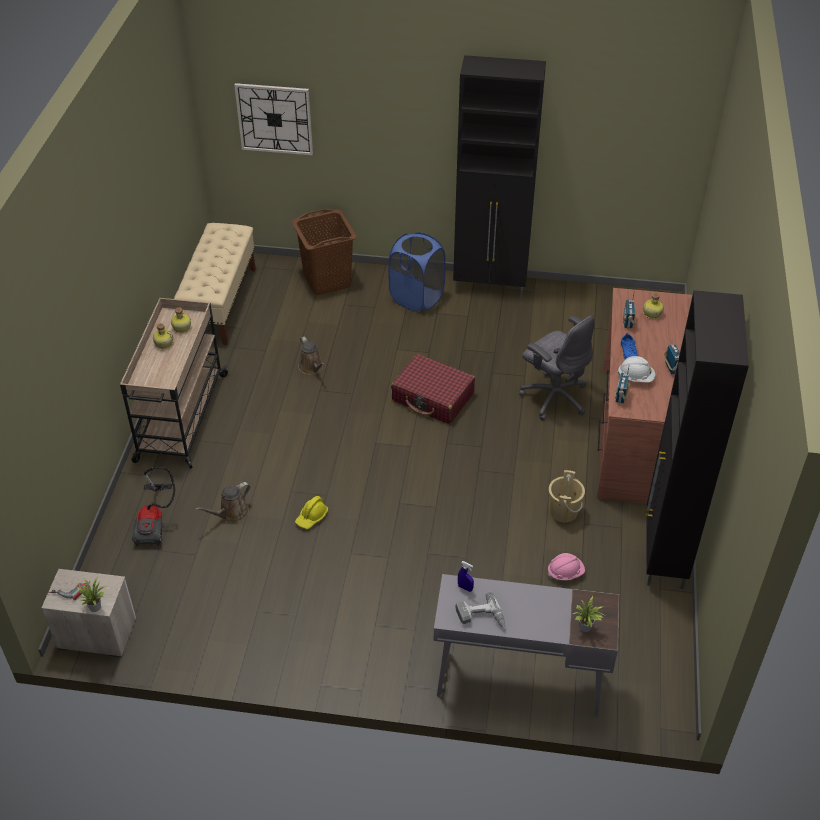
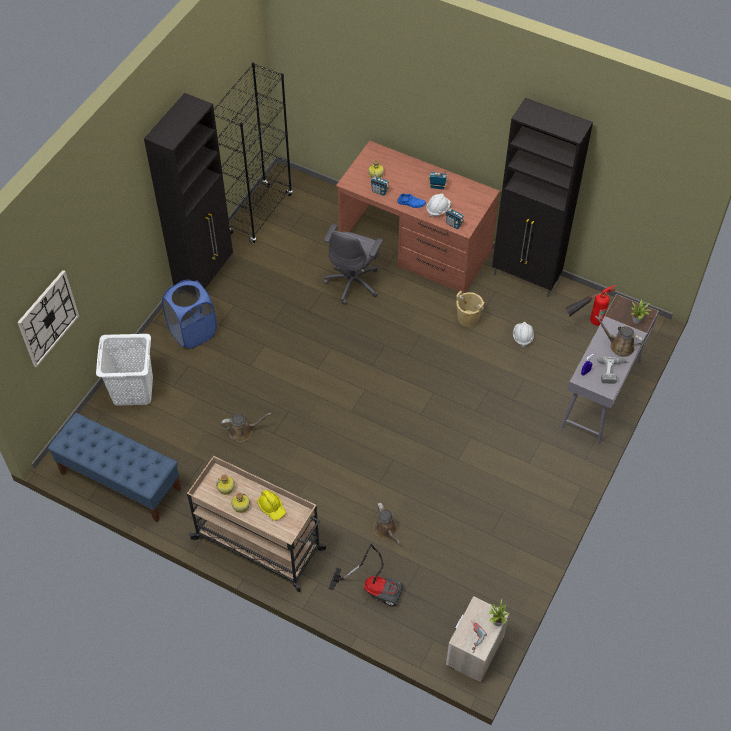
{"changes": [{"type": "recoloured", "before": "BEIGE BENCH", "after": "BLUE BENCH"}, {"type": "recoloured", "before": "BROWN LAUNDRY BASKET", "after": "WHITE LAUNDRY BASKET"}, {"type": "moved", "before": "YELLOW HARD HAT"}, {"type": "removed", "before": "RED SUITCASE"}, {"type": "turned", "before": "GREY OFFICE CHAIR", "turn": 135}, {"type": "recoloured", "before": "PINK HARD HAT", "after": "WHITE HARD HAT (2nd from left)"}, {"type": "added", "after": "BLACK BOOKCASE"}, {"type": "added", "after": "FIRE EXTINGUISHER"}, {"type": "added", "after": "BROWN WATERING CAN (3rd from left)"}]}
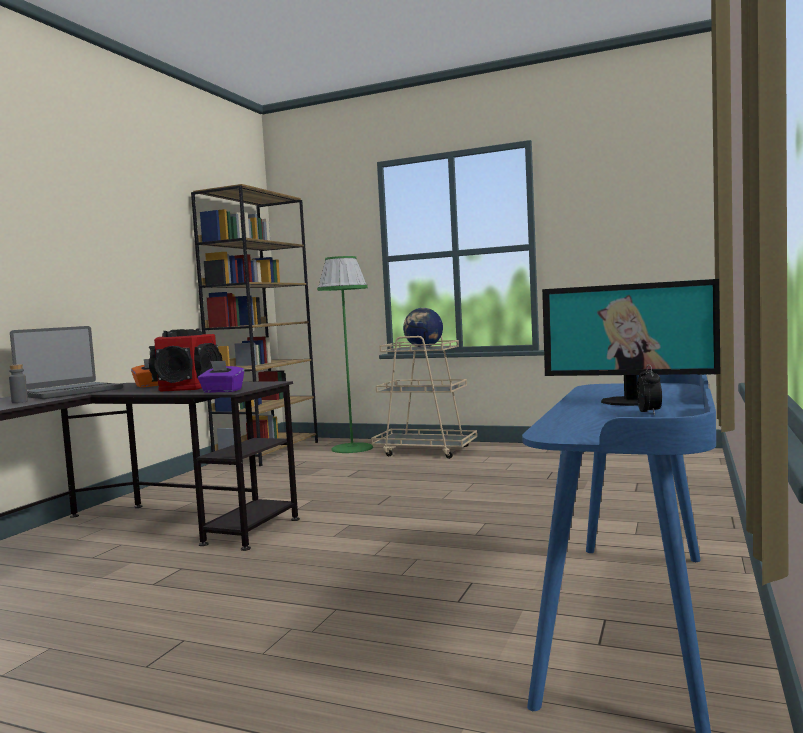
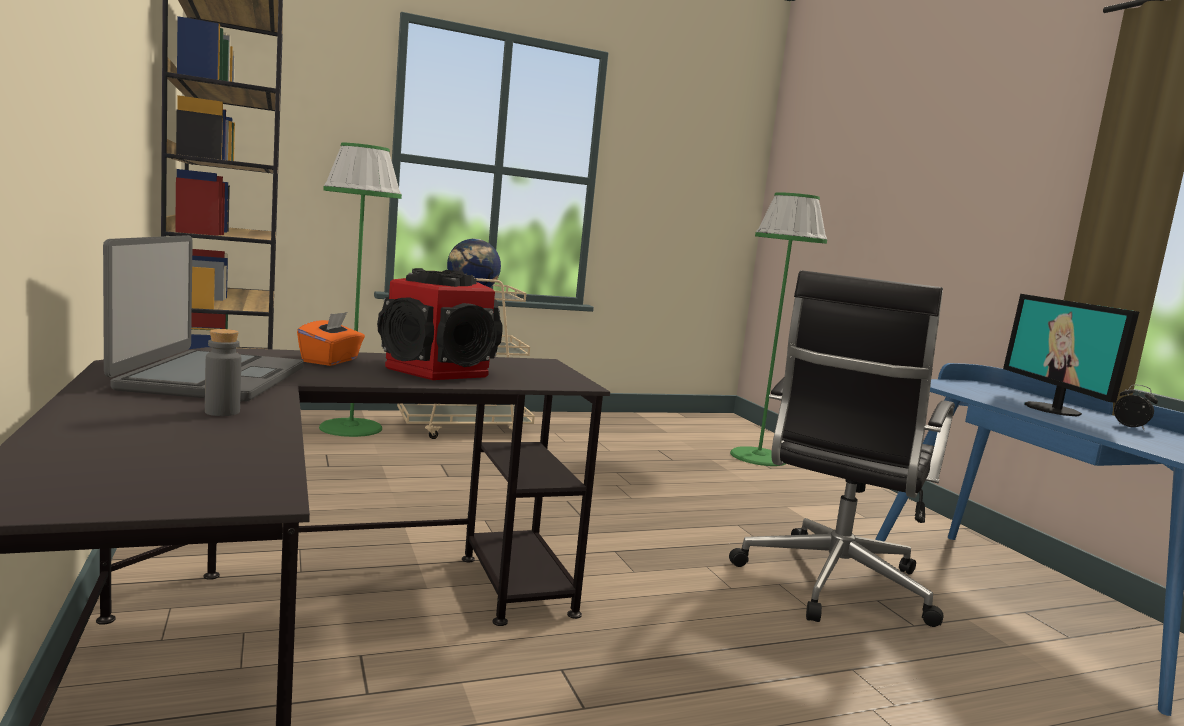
{"changes": [{"type": "removed", "before": "PURPLE TISSUE BOX"}, {"type": "turned", "before": "MONITOR", "turn": 105}, {"type": "added", "after": "BLACK OFFICE CHAIR"}, {"type": "added", "after": "GREEN FLOOR LAMP (2nd from left)"}]}
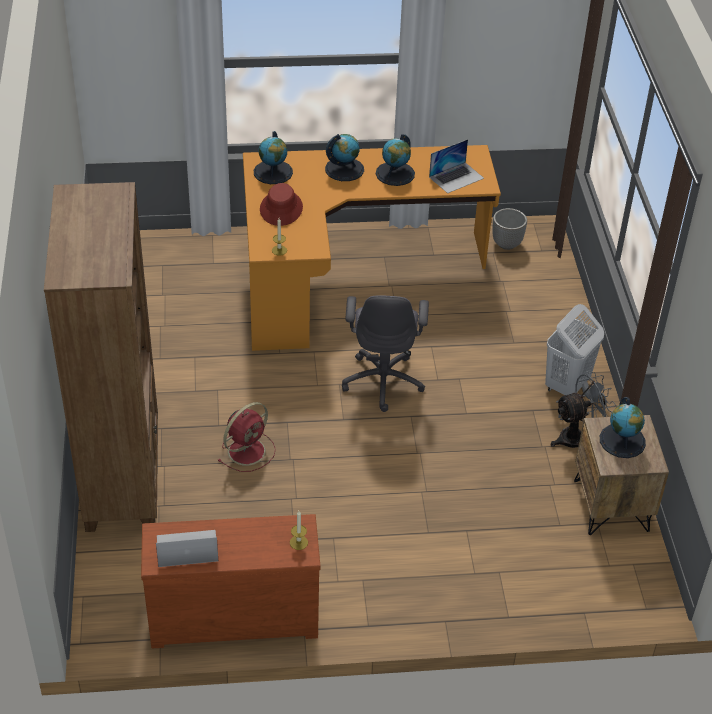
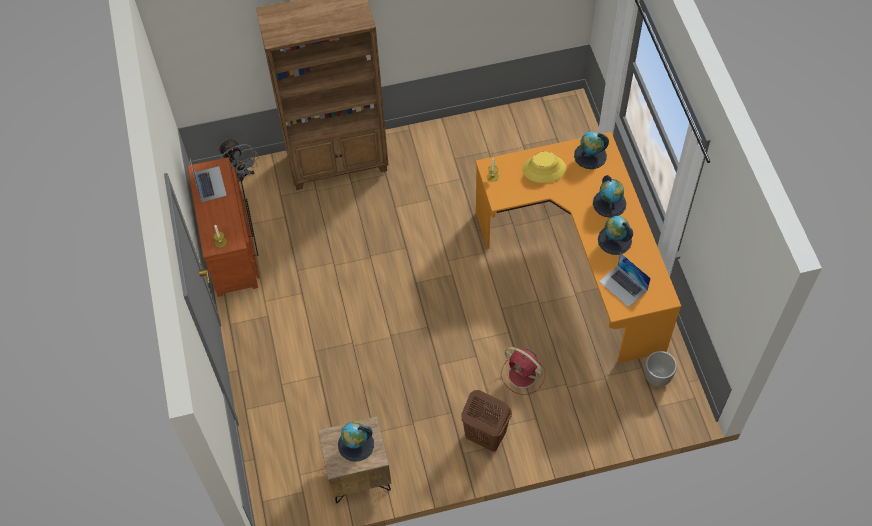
{"changes": [{"type": "moved", "before": "RED FAN"}, {"type": "recoloured", "before": "RED HAT", "after": "YELLOW HAT"}, {"type": "removed", "before": "GREY OFFICE CHAIR"}, {"type": "recoloured", "before": "WHITE LAUNDRY BASKET", "after": "BROWN LAUNDRY BASKET"}, {"type": "moved", "before": "GREY FAN"}]}
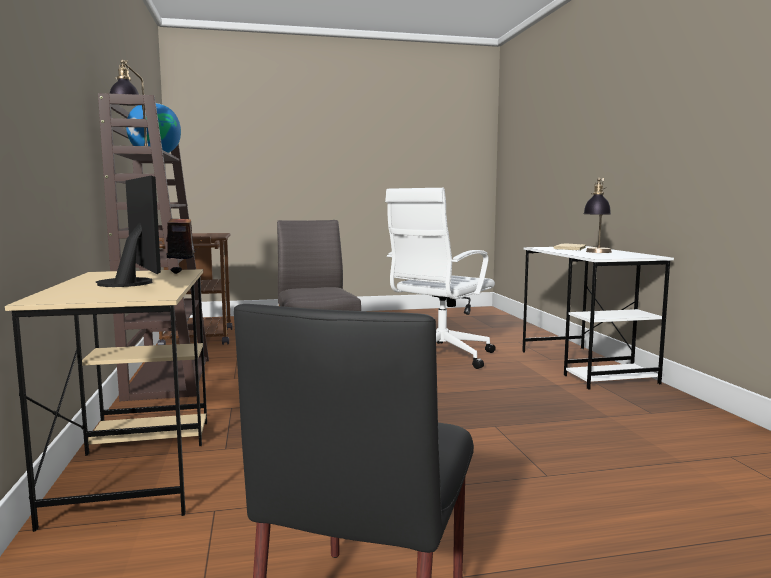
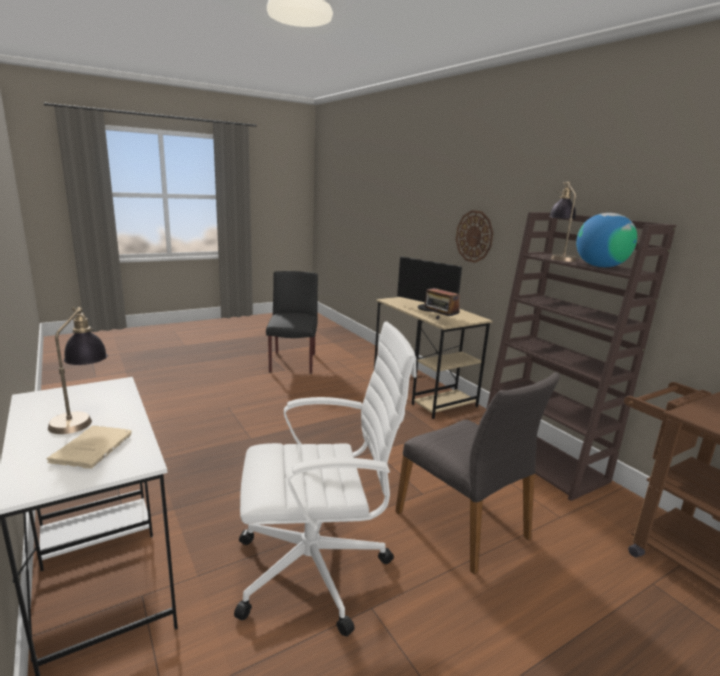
{"changes": [{"type": "turned", "before": "WHITE OFFICE CHAIR", "turn": 60}, {"type": "added", "after": "WALL CLOCK"}]}
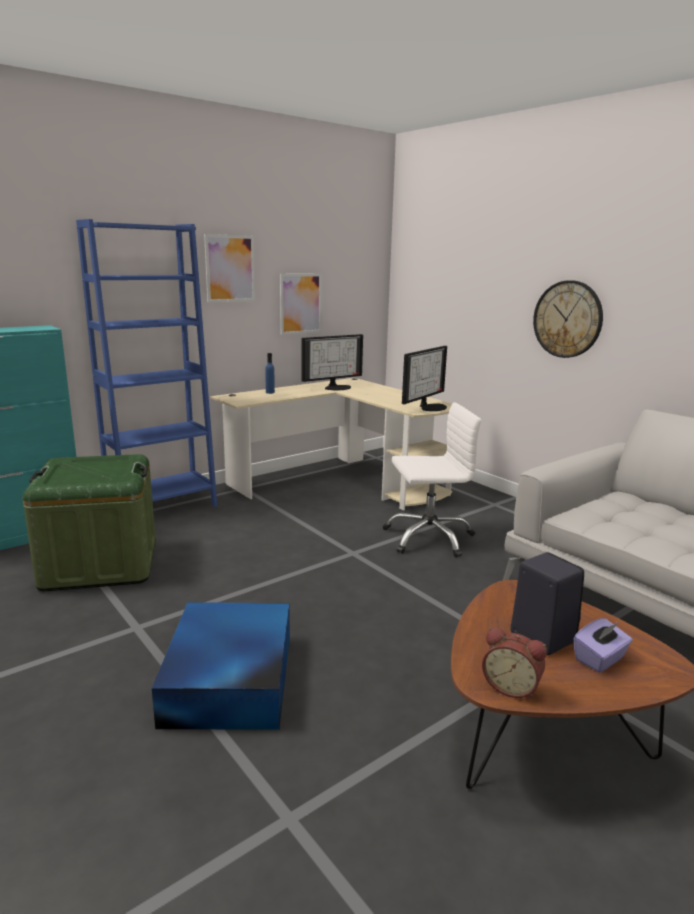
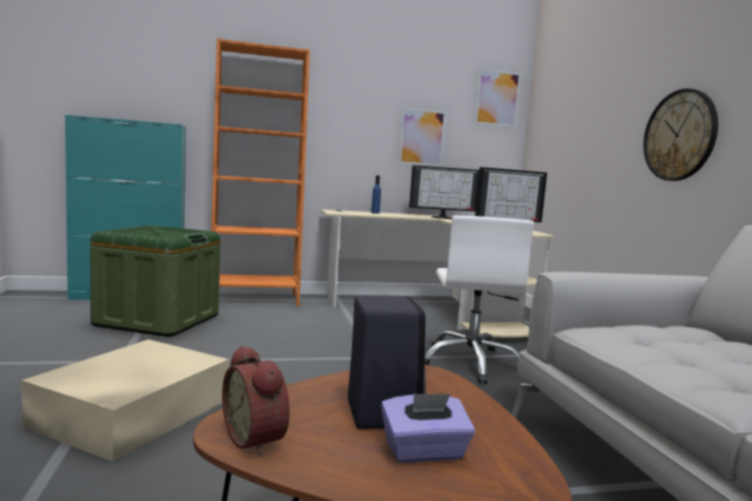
{"changes": [{"type": "recoloured", "before": "BLUE BOOKCASE", "after": "ORANGE BOOKCASE"}, {"type": "recoloured", "before": "BLUE STORAGE BOX", "after": "BEIGE STORAGE BOX"}, {"type": "moved", "before": "PICTURE (1st from left in the first image)", "after": "PICTURE (2nd from left)"}, {"type": "turned", "before": "WHITE OFFICE CHAIR", "turn": 75}]}
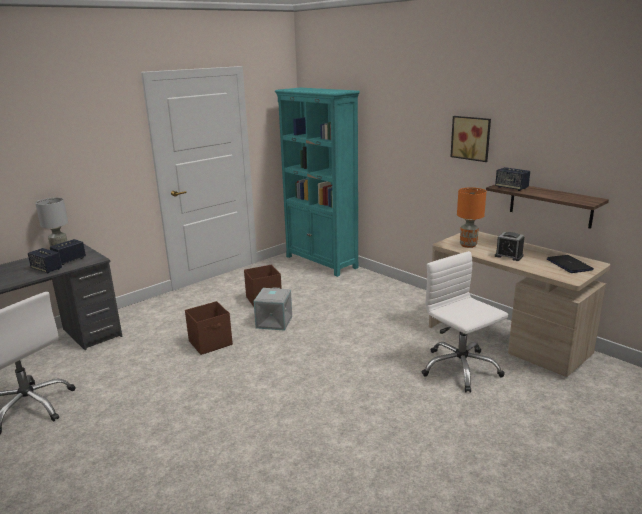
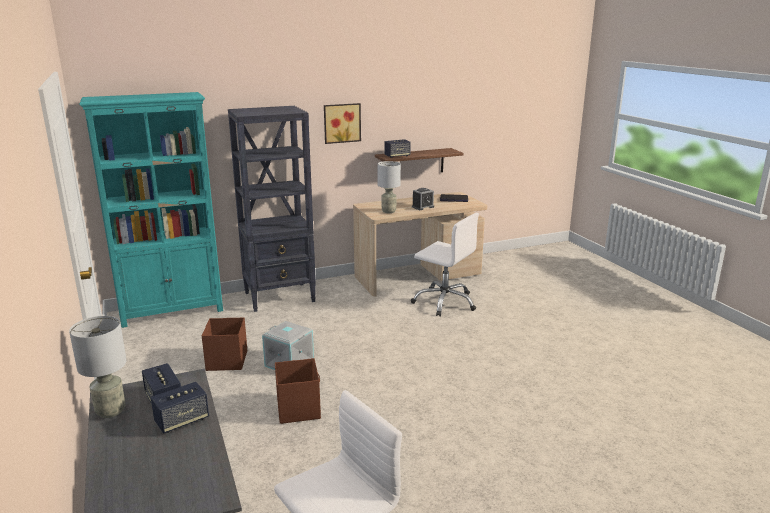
{"changes": [{"type": "turned", "before": "WHITE OFFICE CHAIR (2nd from left)", "turn": -135}, {"type": "recoloured", "before": "ORANGE TABLE LAMP", "after": "GREY TABLE LAMP (2nd from left)"}, {"type": "added", "after": "BLACK BOOKCASE"}]}
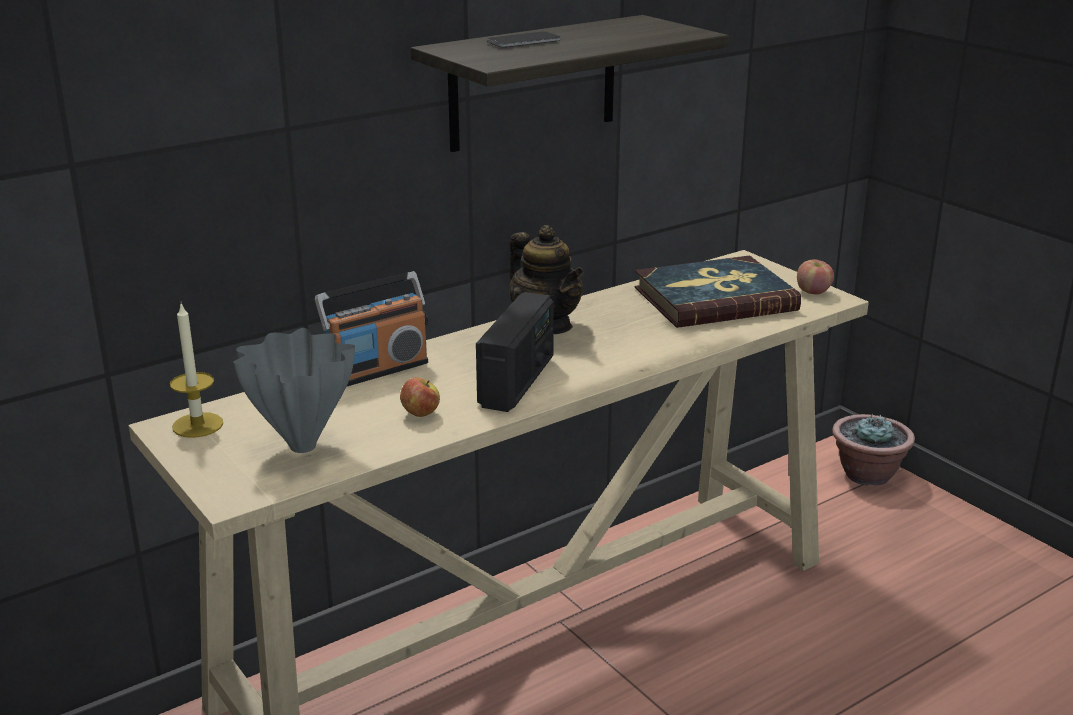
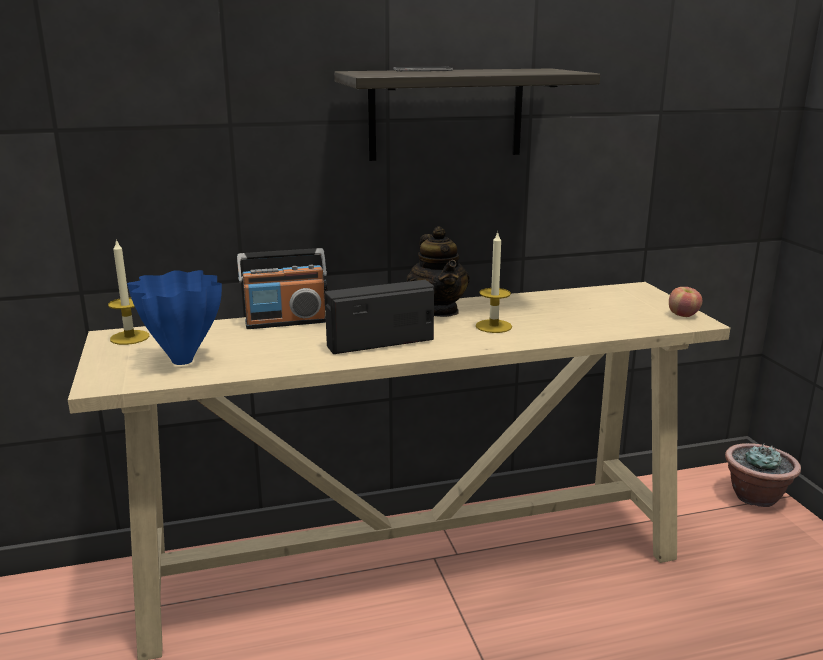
{"changes": [{"type": "recoloured", "before": "GREY VASE", "after": "BLUE VASE"}, {"type": "removed", "before": "APPLE (1st from left)"}, {"type": "turned", "before": "RADIO (2nd from left)", "turn": -150}, {"type": "removed", "before": "BOOK"}, {"type": "added", "after": "CANDLE (2nd from left)"}]}
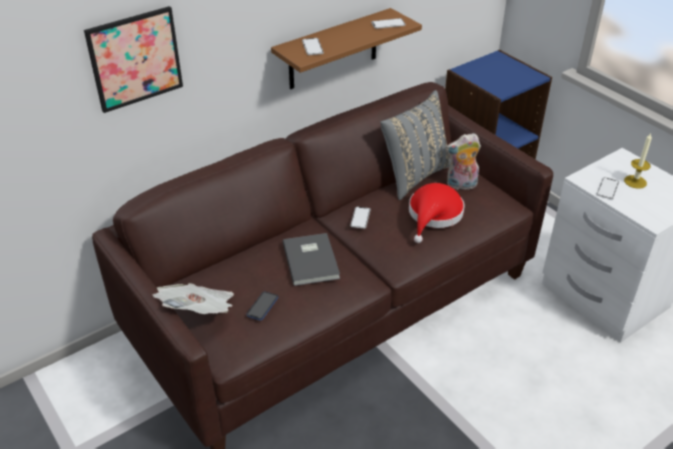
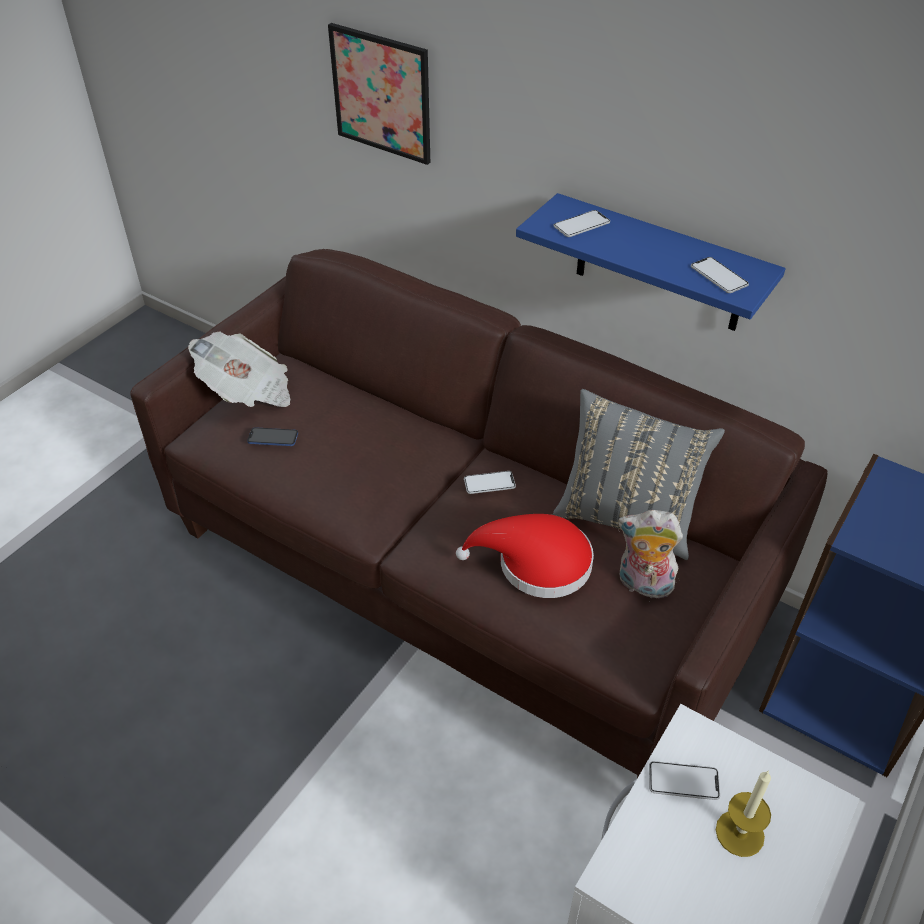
{"changes": [{"type": "recoloured", "before": "BROWN SHELF", "after": "BLUE SHELF"}, {"type": "removed", "before": "GREY BOOK"}, {"type": "turned", "before": "PLUSH TOY", "turn": -45}]}
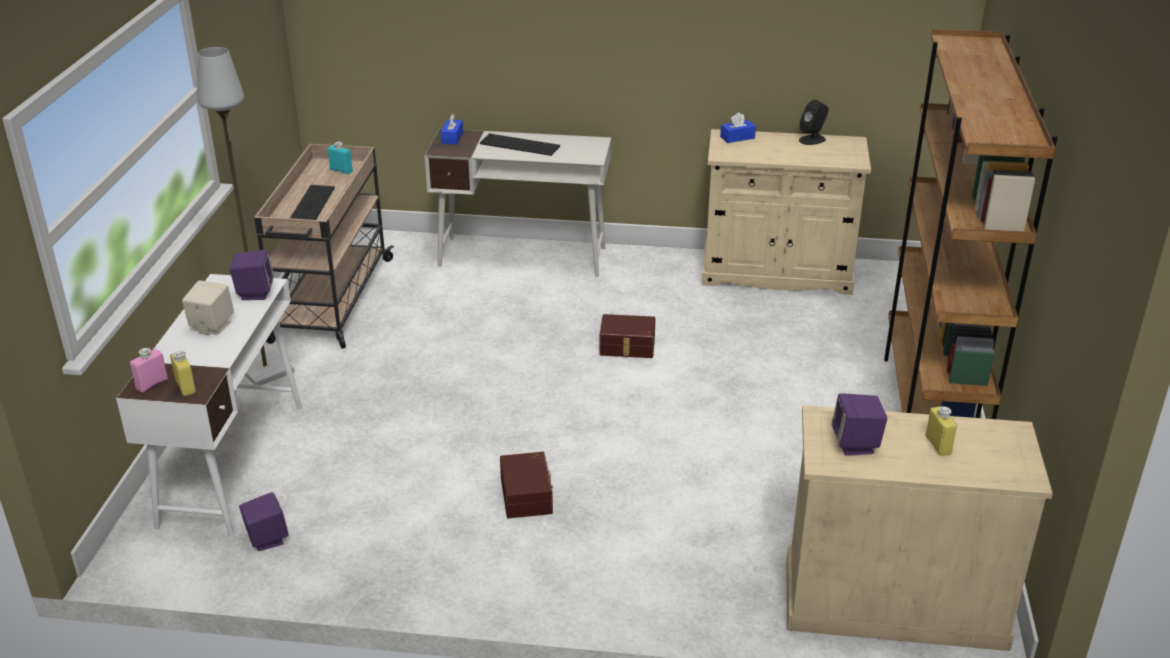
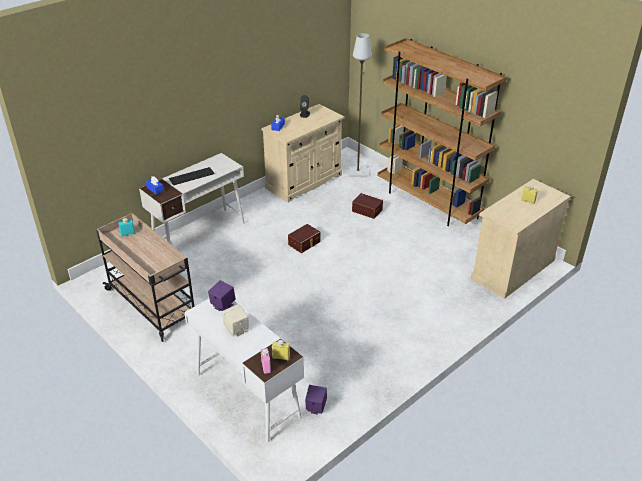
{"changes": [{"type": "moved", "before": "GREY FLOOR LAMP"}, {"type": "removed", "before": "KEYBOARD (1st from left)"}, {"type": "moved", "before": "BROWN STORAGE BOX (1st from left in the first image)", "after": "BROWN STORAGE BOX (2nd from left)"}, {"type": "removed", "before": "PURPLE SPEAKER (3rd from left)"}]}
